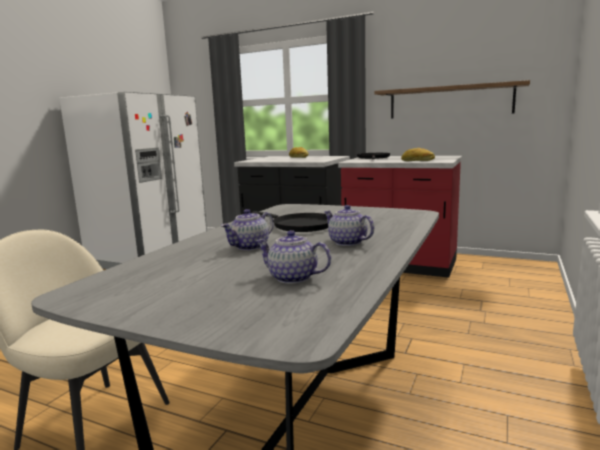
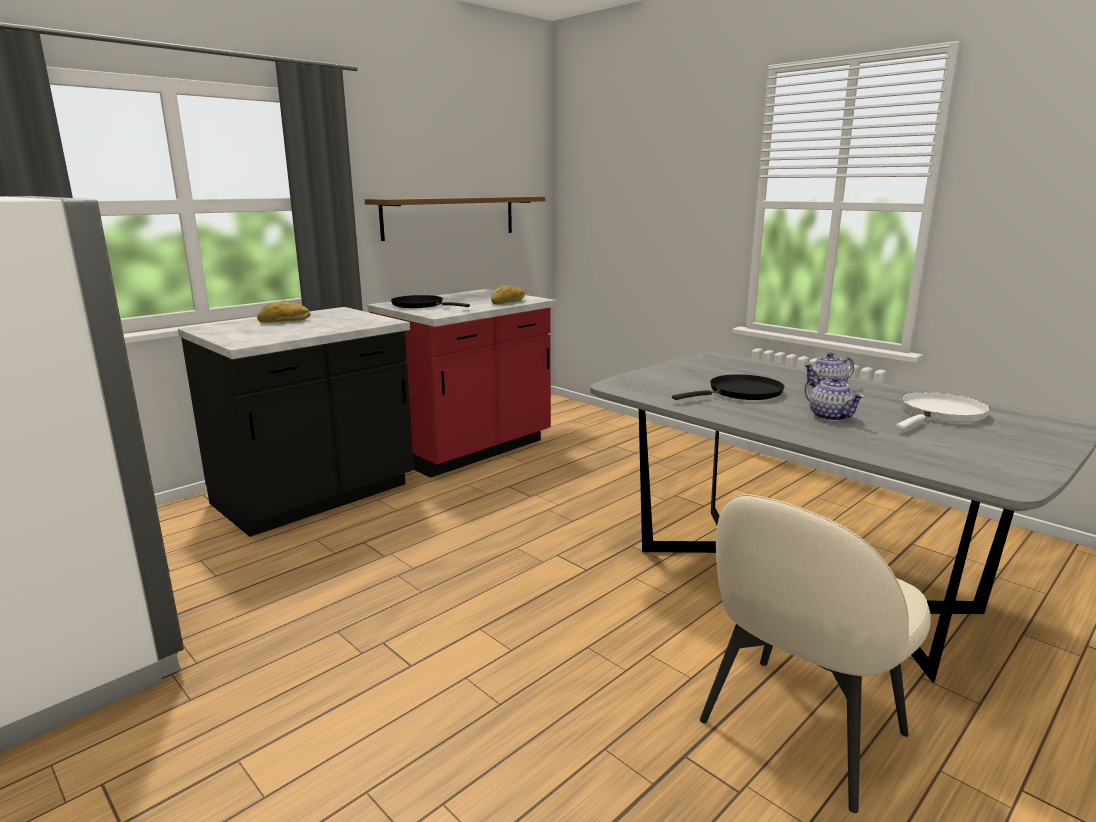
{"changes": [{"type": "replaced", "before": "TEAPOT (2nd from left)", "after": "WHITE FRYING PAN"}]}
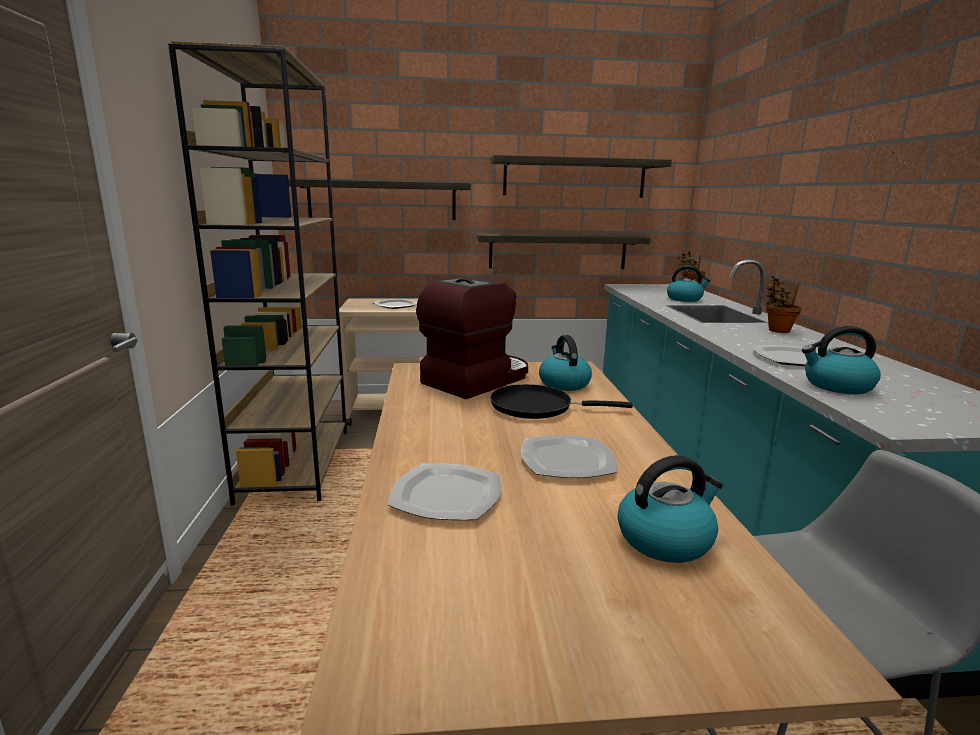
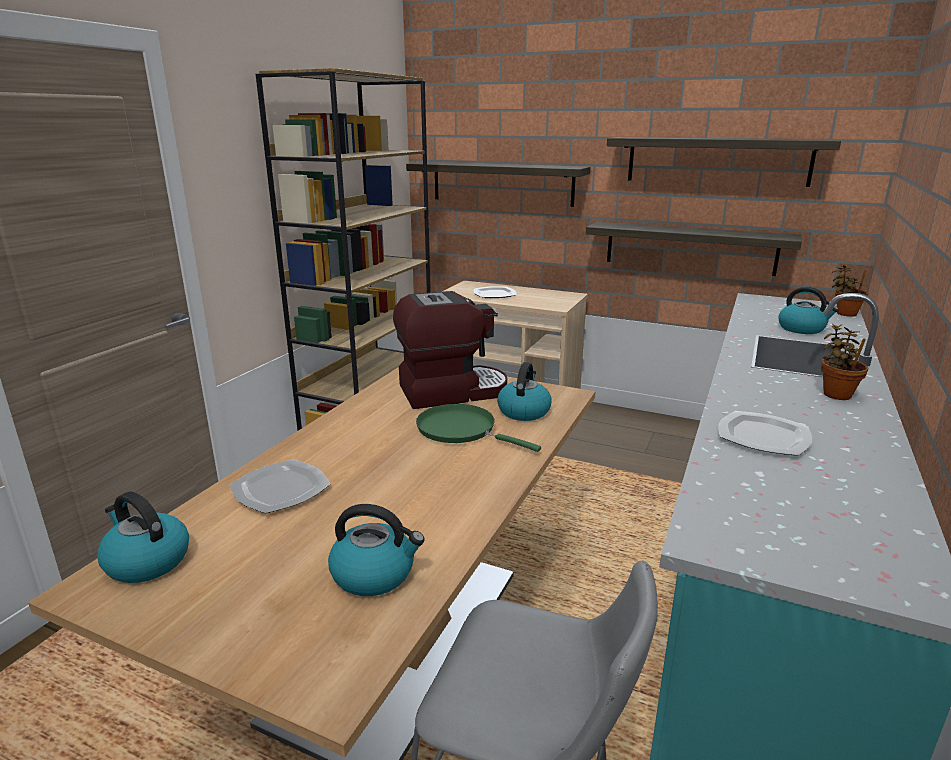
{"changes": [{"type": "recoloured", "before": "BLACK FRYING PAN", "after": "GREEN FRYING PAN"}, {"type": "removed", "before": "PLATE (3rd from left)"}, {"type": "moved", "before": "KETTLE (4th from left in the first image)", "after": "KETTLE (1st from left)"}]}
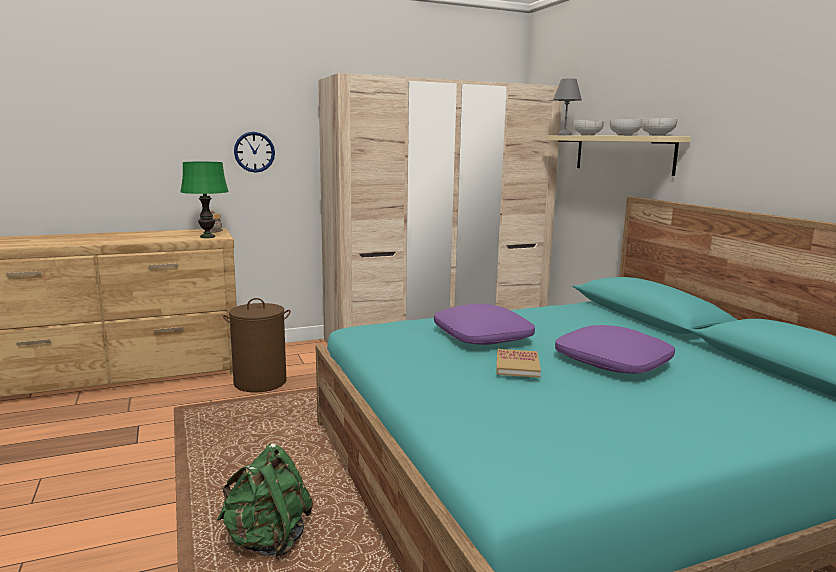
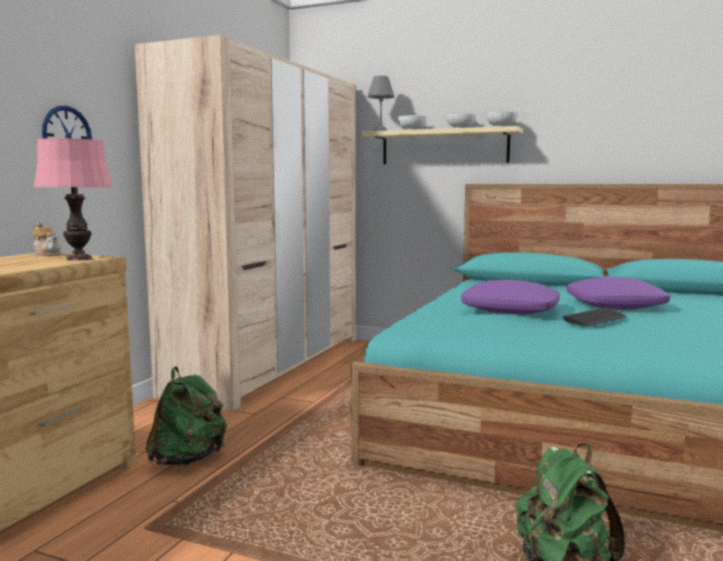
{"changes": [{"type": "recoloured", "before": "GREEN TABLE LAMP", "after": "PINK TABLE LAMP"}, {"type": "replaced", "before": "BROWN LAUNDRY BASKET", "after": "GREEN BACKPACK (1st from left)"}, {"type": "replaced", "before": "BOOK", "after": "KEYBOARD"}]}
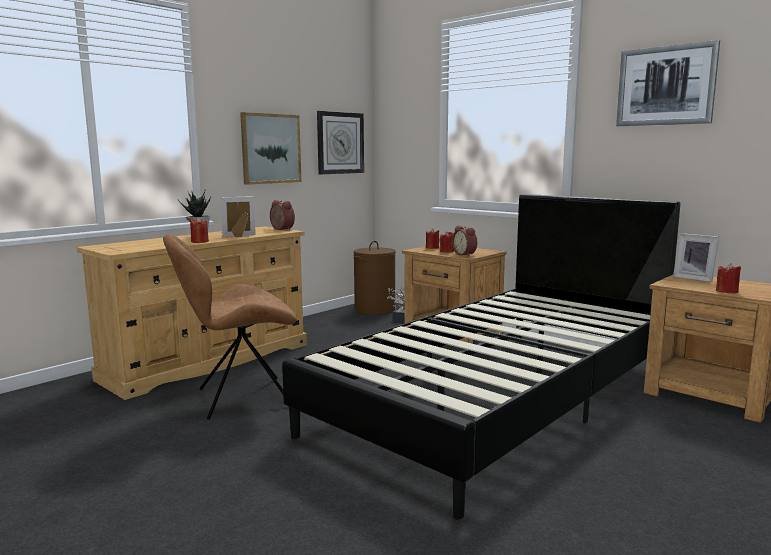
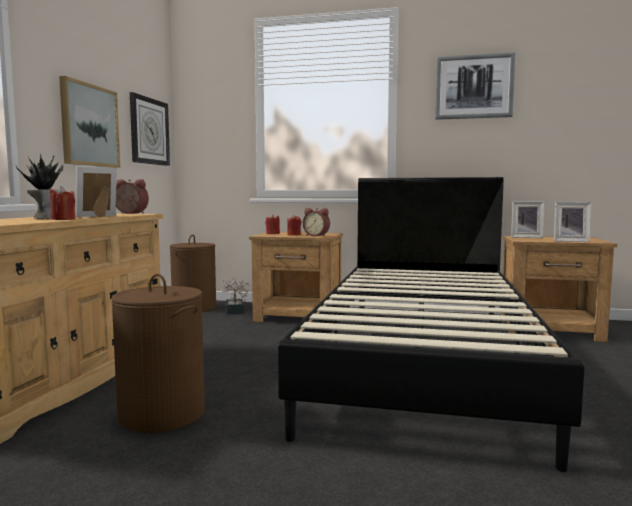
{"changes": [{"type": "replaced", "before": "BROWN CHAIR", "after": "BROWN LAUNDRY BASKET (1st from left)"}, {"type": "replaced", "before": "RED CANDLE (4th from left)", "after": "PICTURE FRAME (3rd from left)"}]}
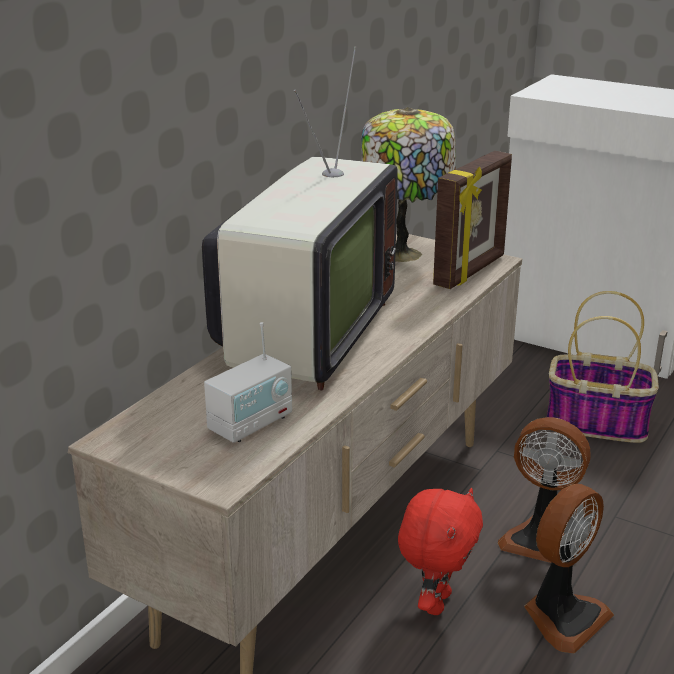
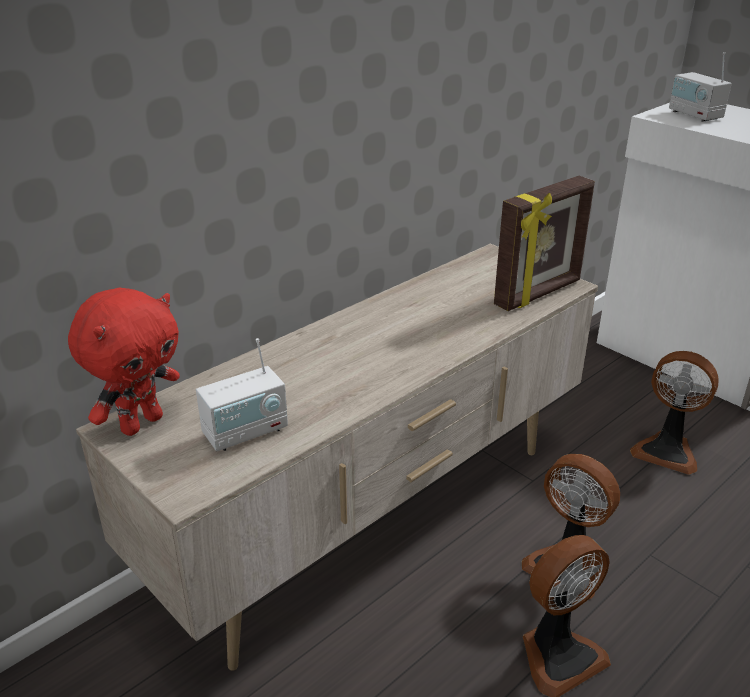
{"changes": [{"type": "removed", "before": "TELEVISION"}, {"type": "removed", "before": "TABLE LAMP"}, {"type": "moved", "before": "RED PLUSH TOY"}, {"type": "replaced", "before": "BASKET", "after": "FAN (3rd from left)"}, {"type": "added", "after": "RADIO (2nd from left)"}]}
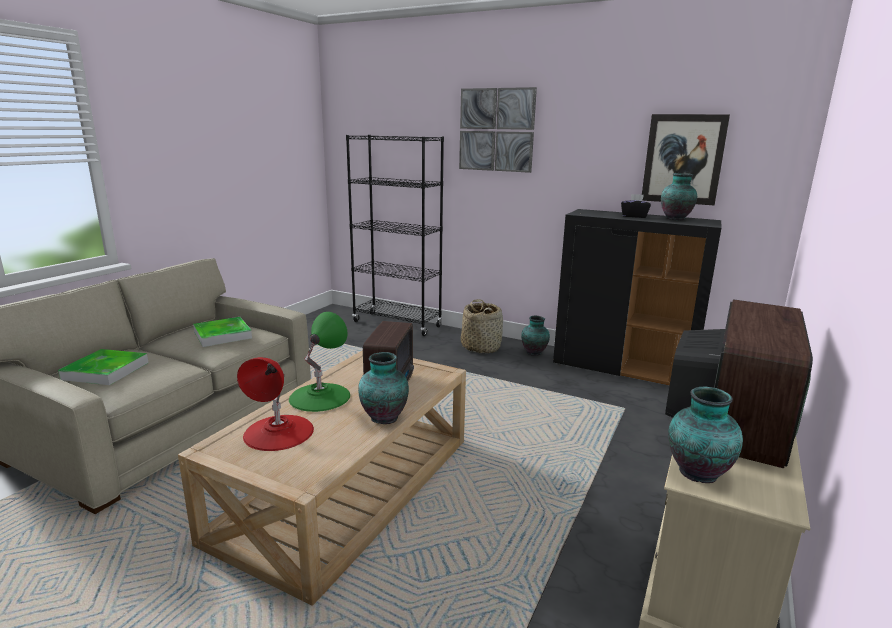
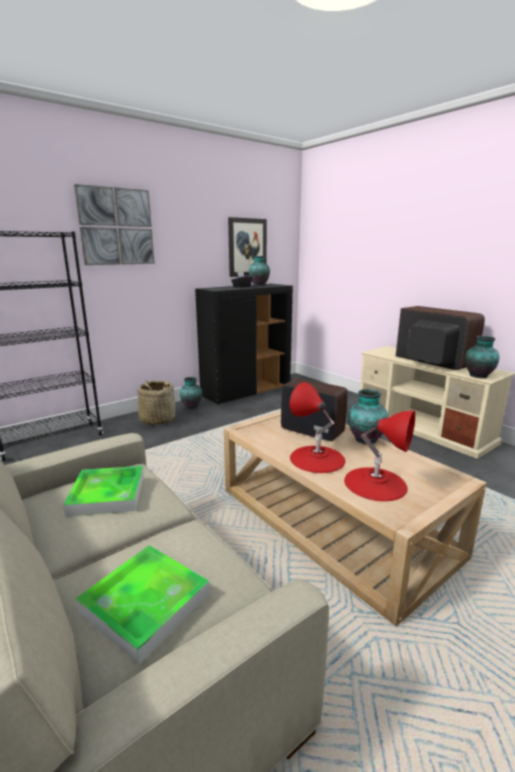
{"changes": [{"type": "recoloured", "before": "GREEN TABLE LAMP", "after": "RED TABLE LAMP (1st from left)"}]}
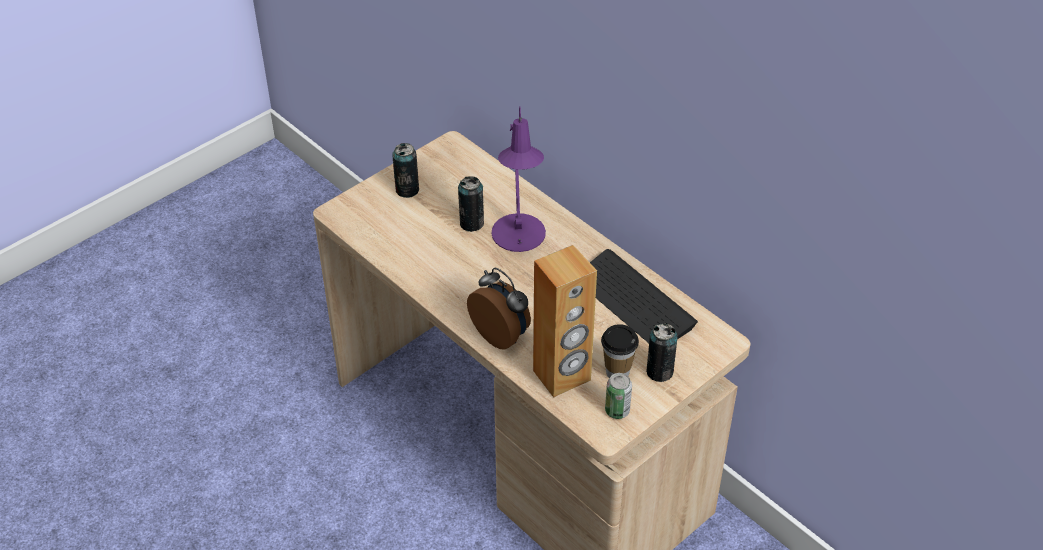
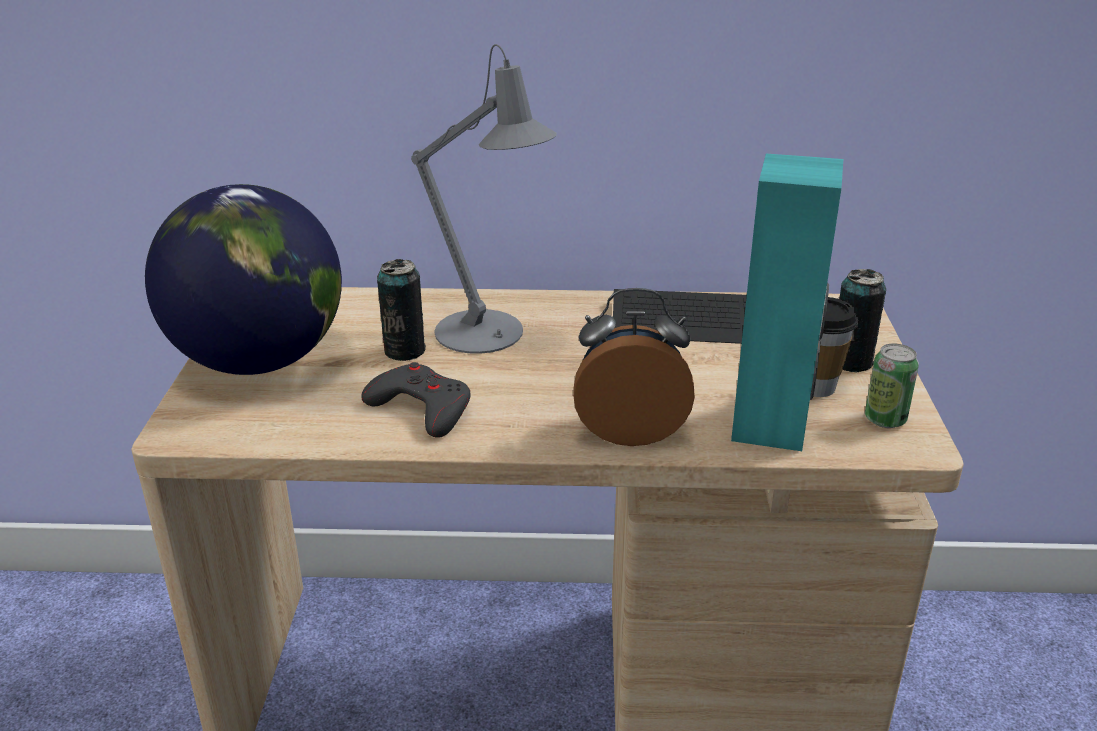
{"changes": [{"type": "replaced", "before": "CAN (1st from left)", "after": "GLOBE"}, {"type": "recoloured", "before": "PURPLE TABLE LAMP", "after": "GREY TABLE LAMP"}, {"type": "recoloured", "before": "BROWN SPEAKER", "after": "TURQUOISE SPEAKER"}, {"type": "added", "after": "GREY GAME CONTROLLER"}]}
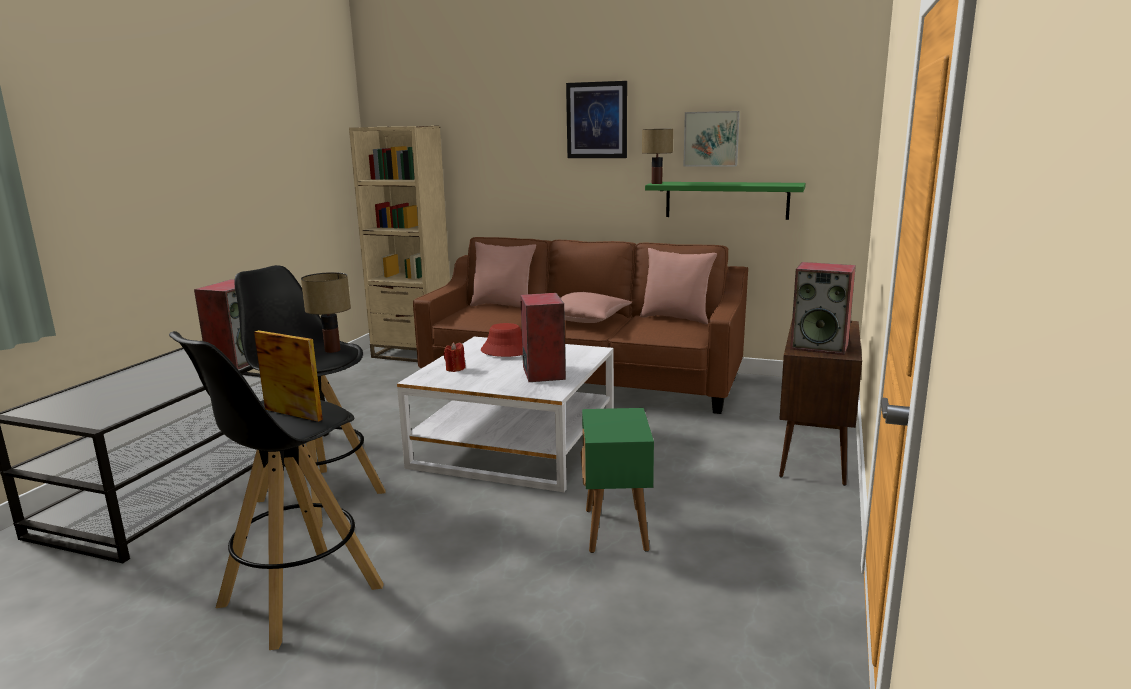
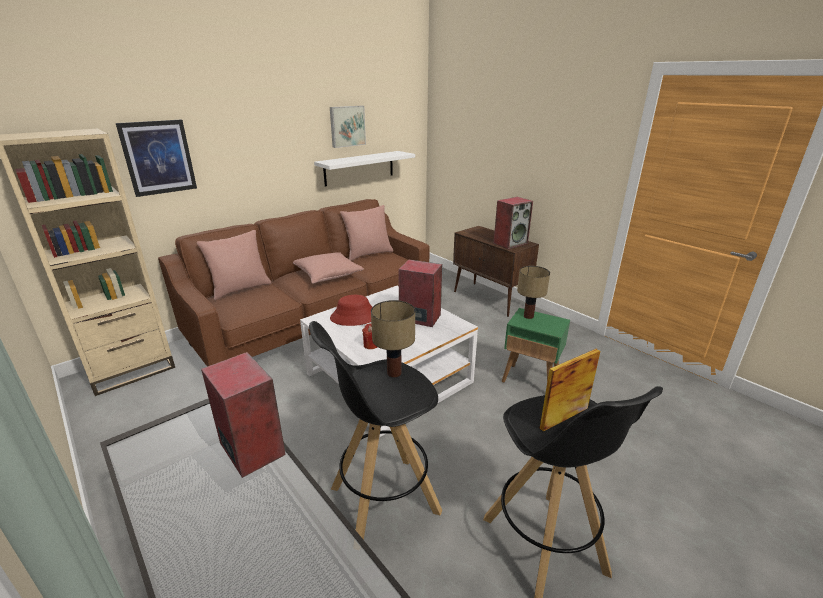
{"changes": [{"type": "moved", "before": "PICTURE (1st from left)"}, {"type": "moved", "before": "TABLE LAMP (2nd from left)"}, {"type": "recoloured", "before": "GREEN SHELF", "after": "WHITE SHELF"}]}
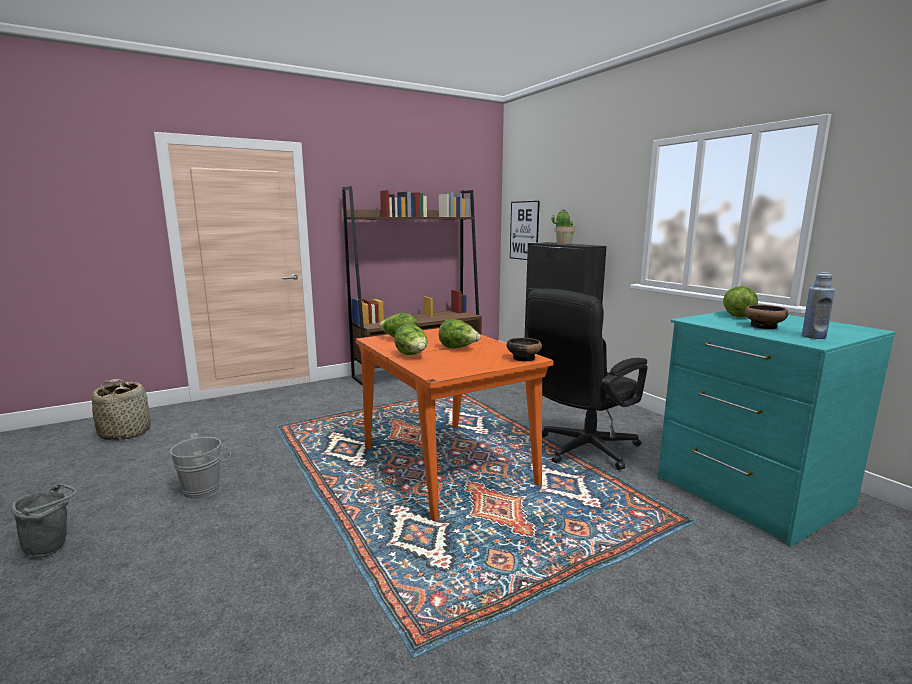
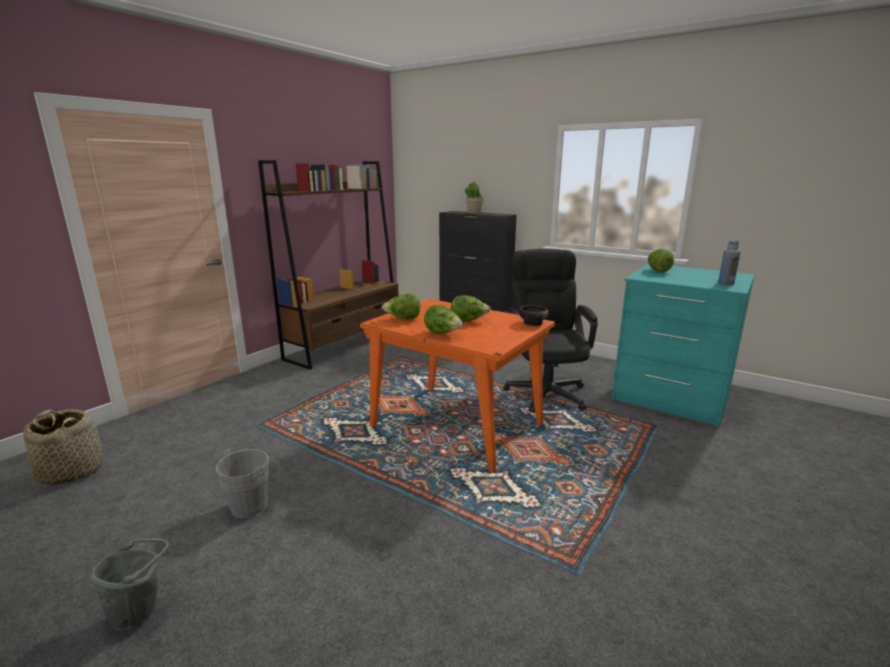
{"changes": [{"type": "removed", "before": "PICTURE"}, {"type": "turned", "before": "BLACK OFFICE CHAIR", "turn": 150}, {"type": "removed", "before": "BOWL (2nd from left)"}]}
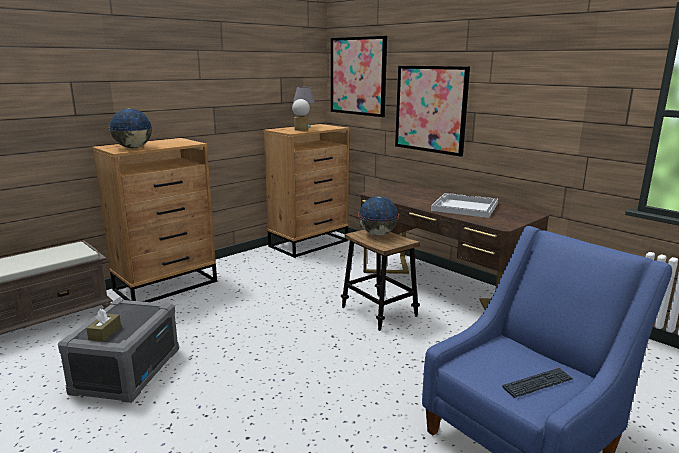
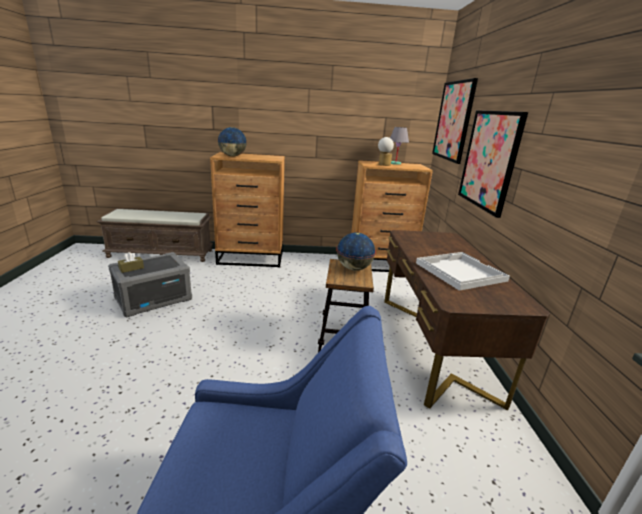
{"changes": [{"type": "removed", "before": "KEYBOARD"}]}
